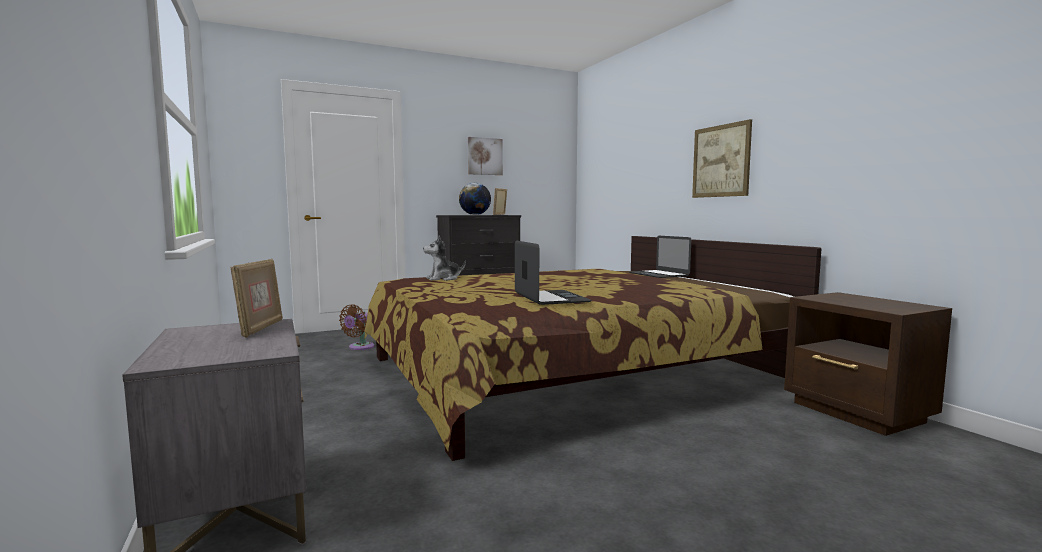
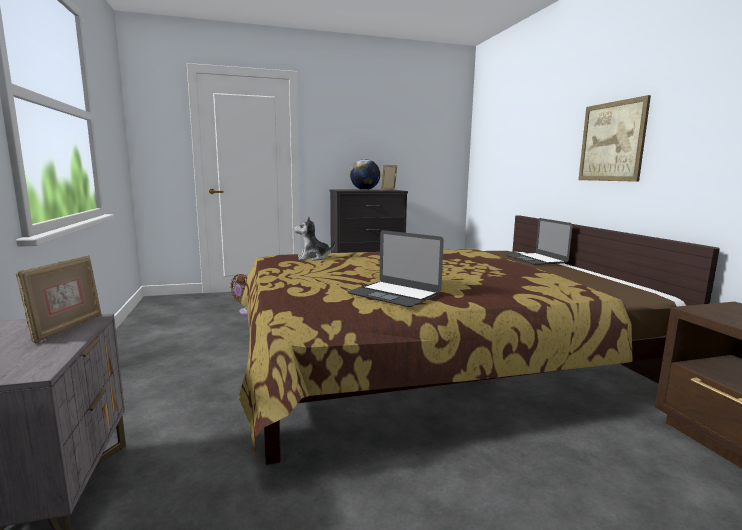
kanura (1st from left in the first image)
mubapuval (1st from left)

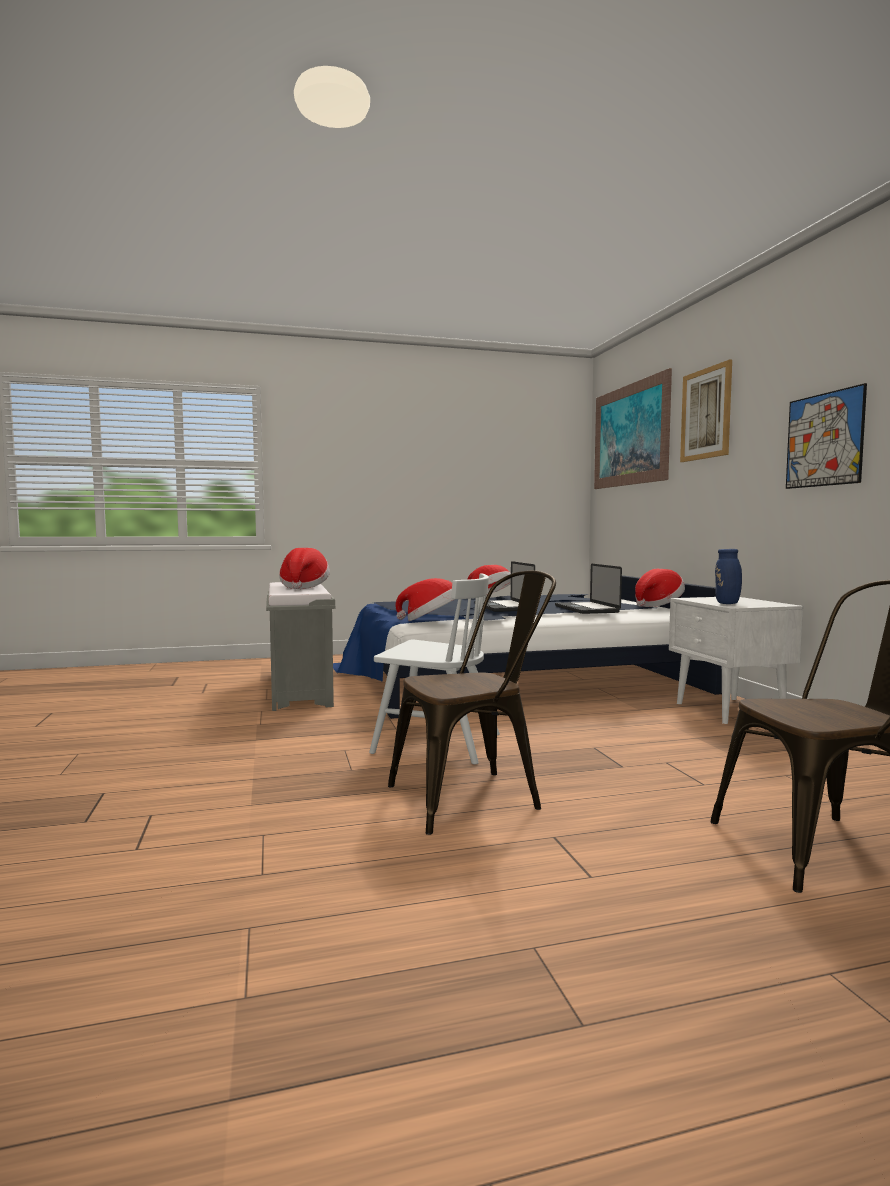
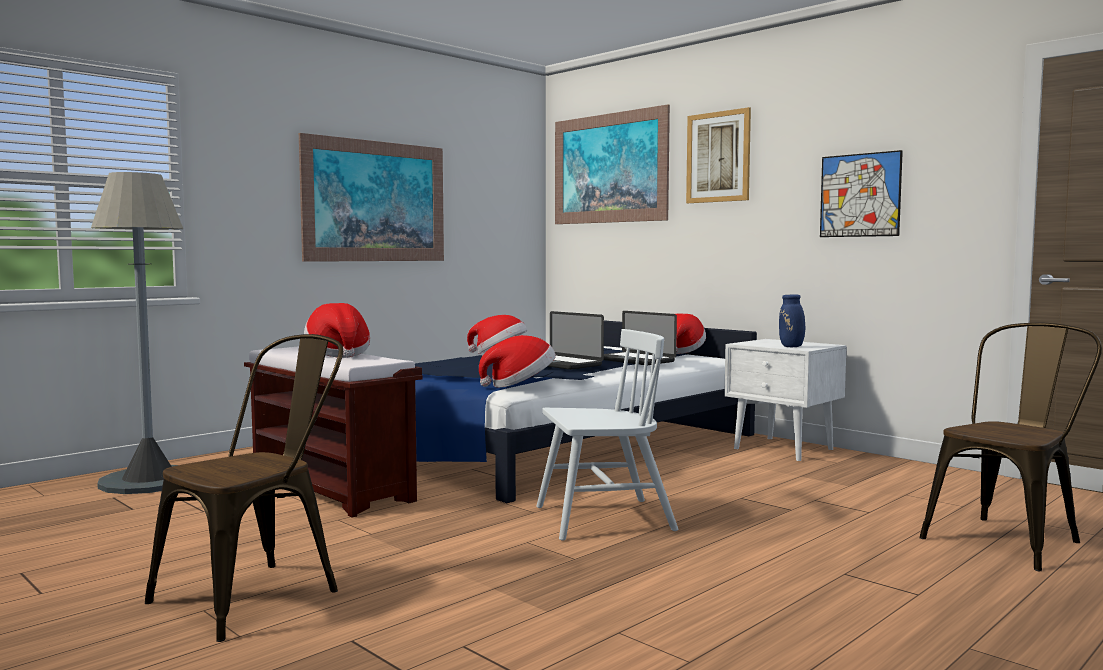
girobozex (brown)
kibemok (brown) (1st from left)
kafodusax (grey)
kanura (1st from left)

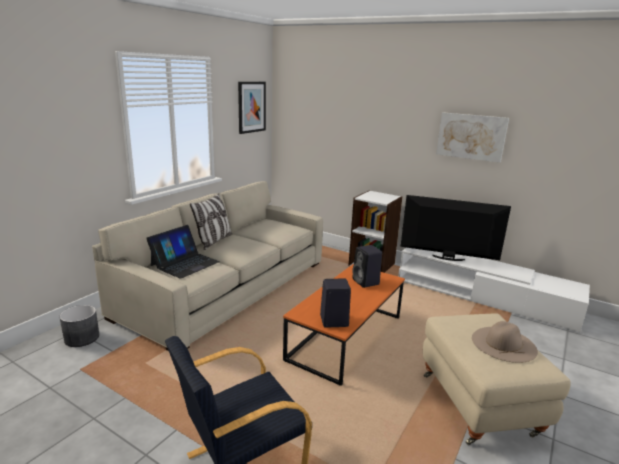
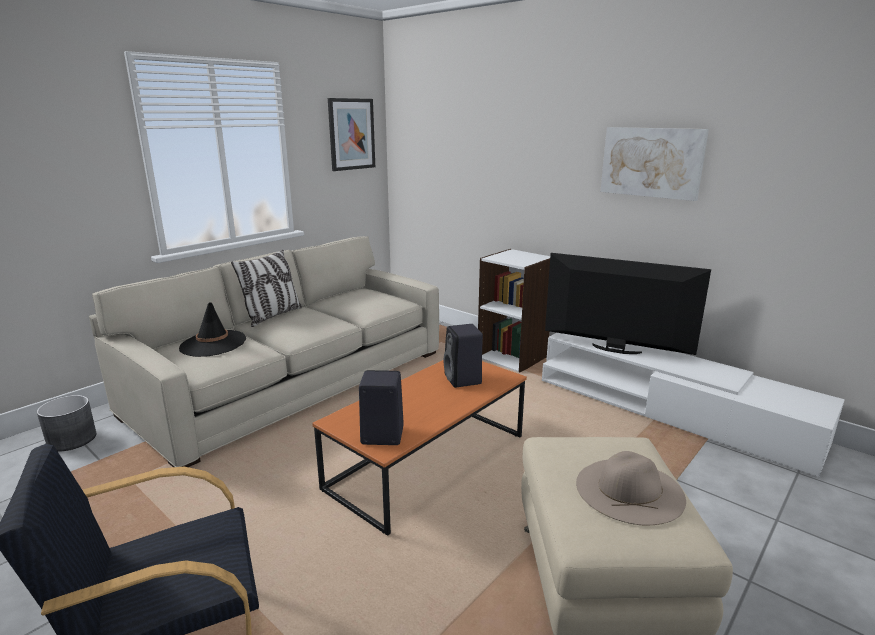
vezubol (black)

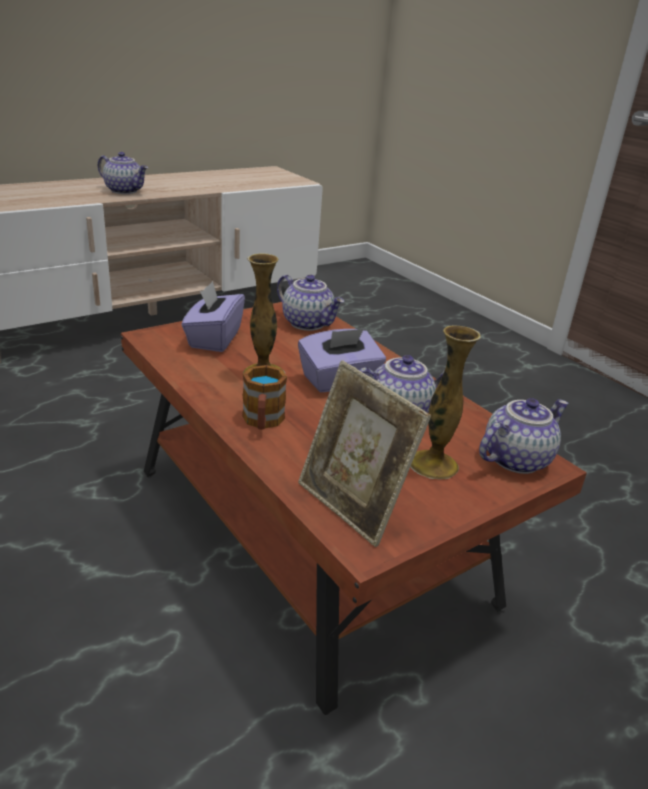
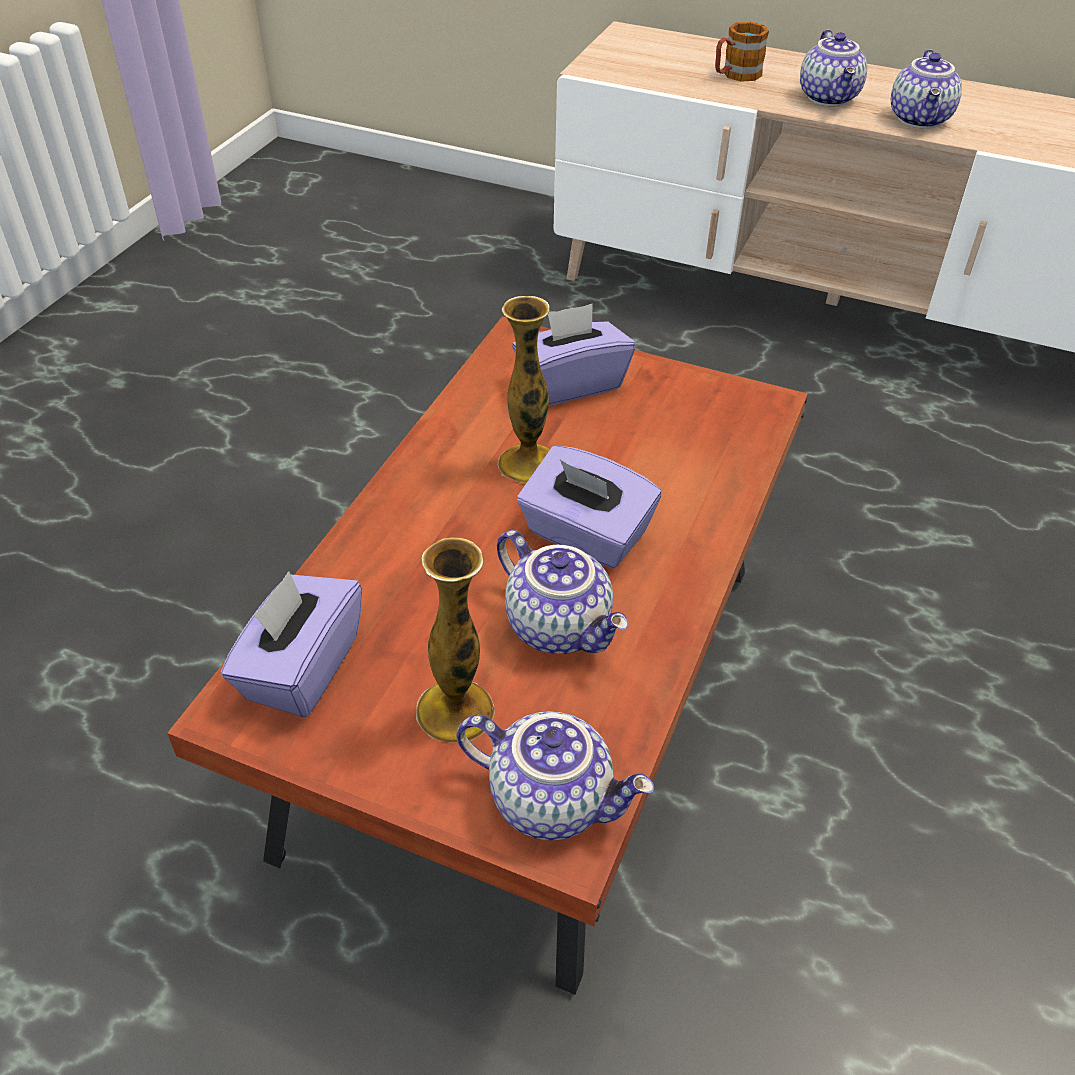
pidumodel
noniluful (4th from left)
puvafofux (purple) (1st from left)

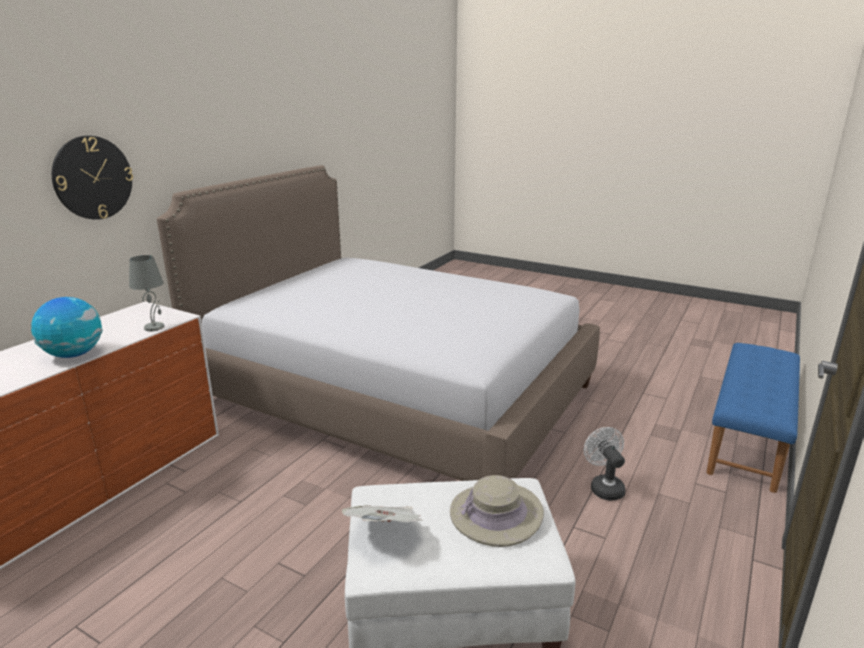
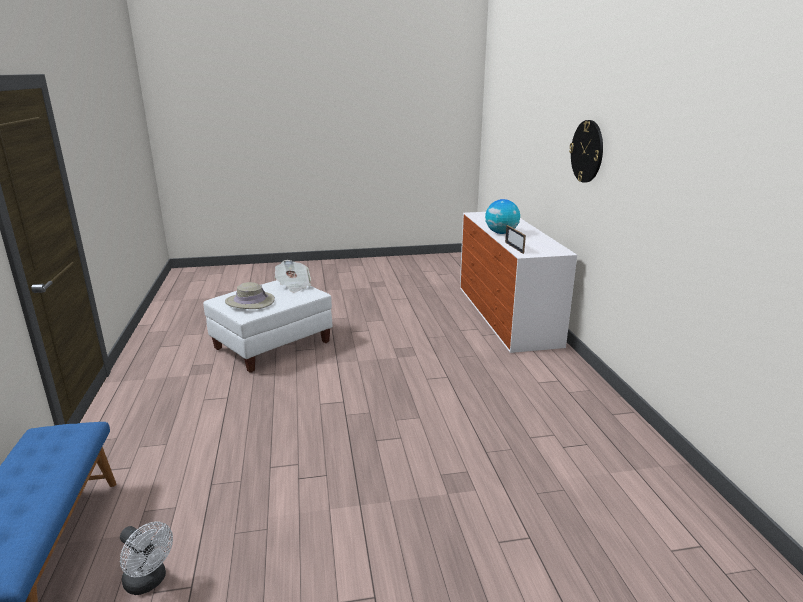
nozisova
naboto
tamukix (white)

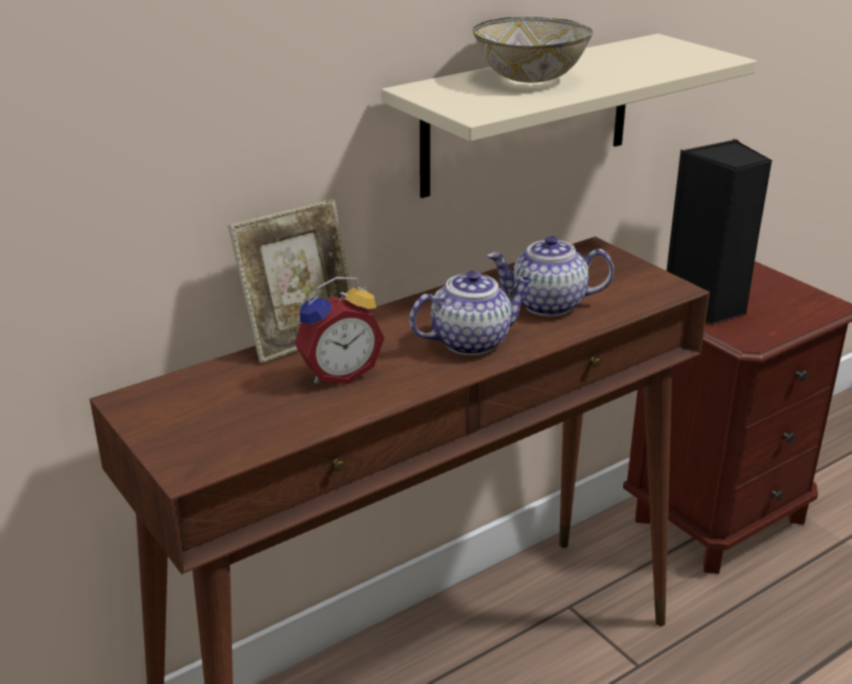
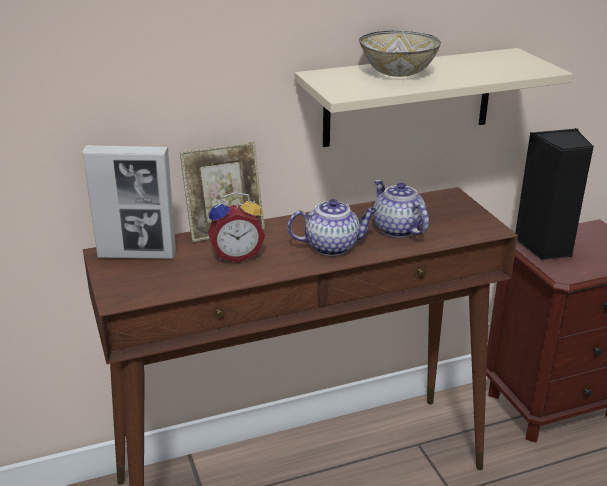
noniluful (2nd from left)
nozisova (1st from left)

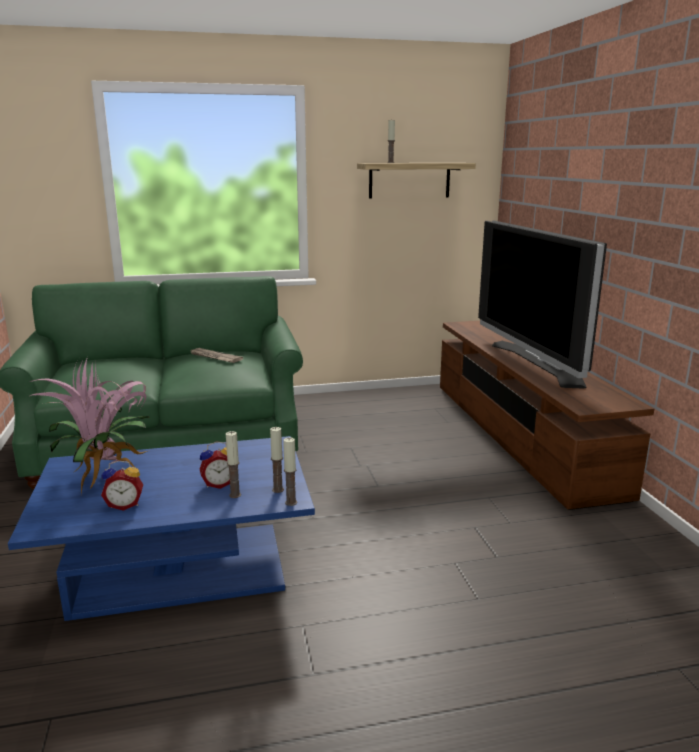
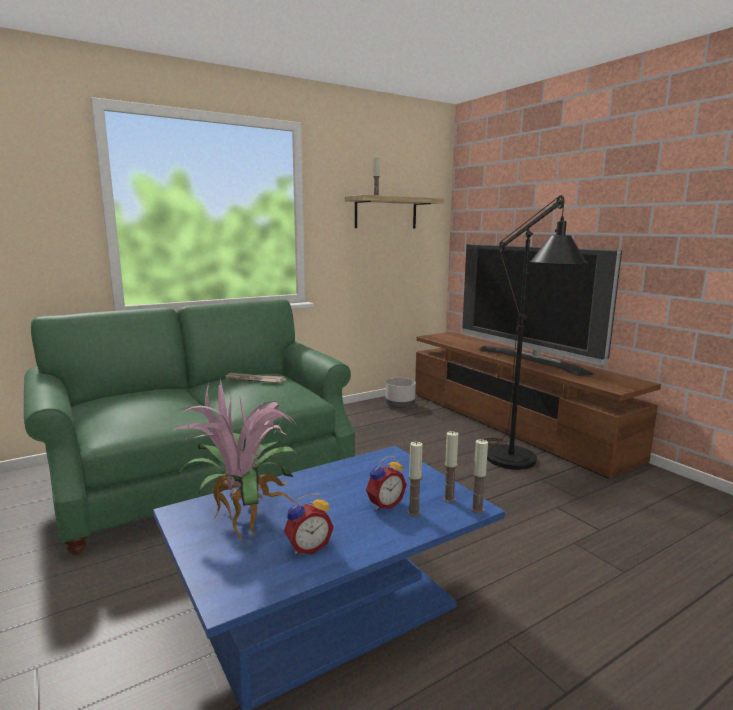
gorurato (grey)
kafodusax (black)

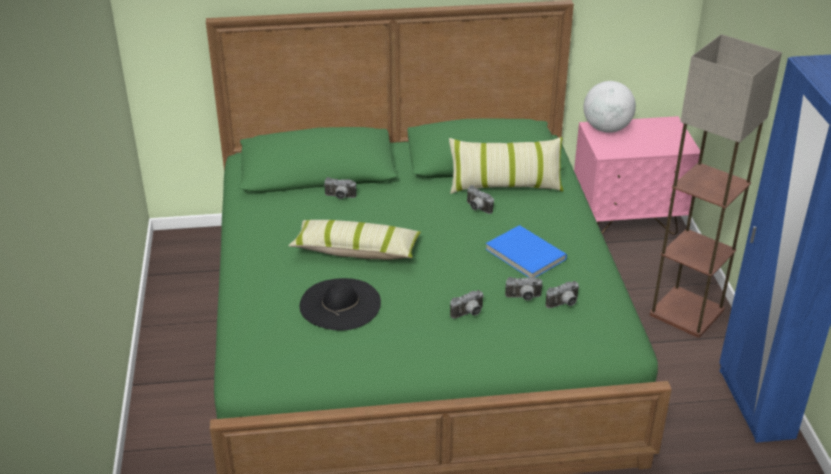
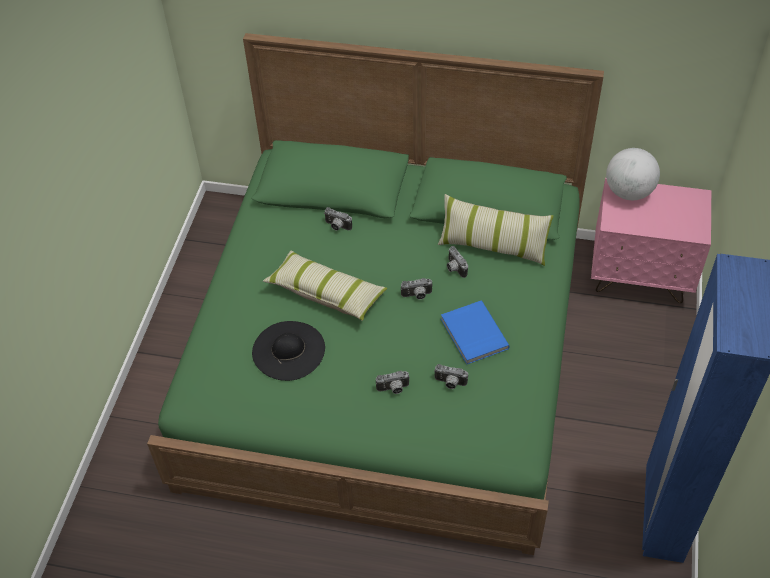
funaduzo (3rd from left)
kafodusax

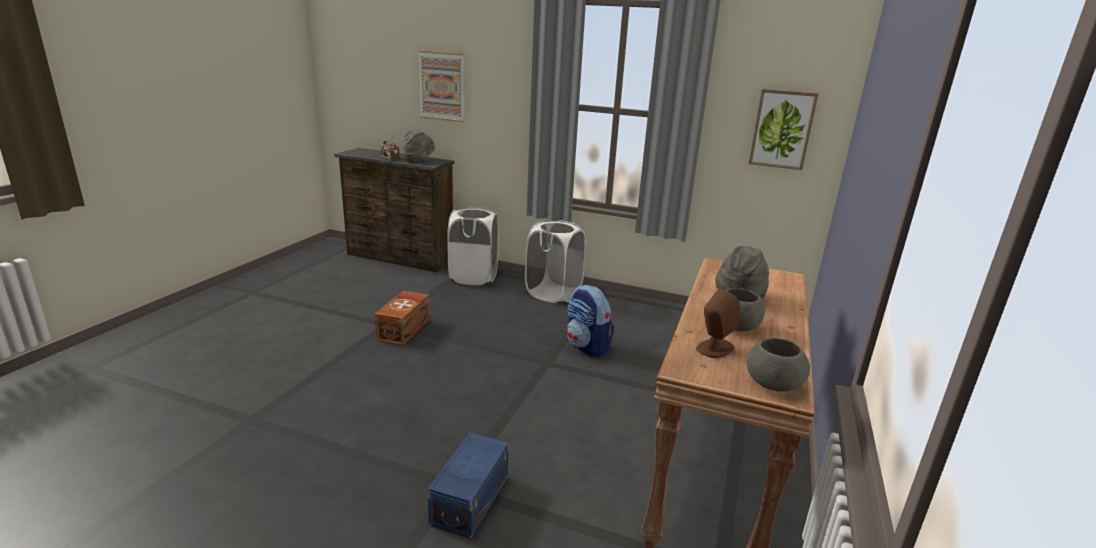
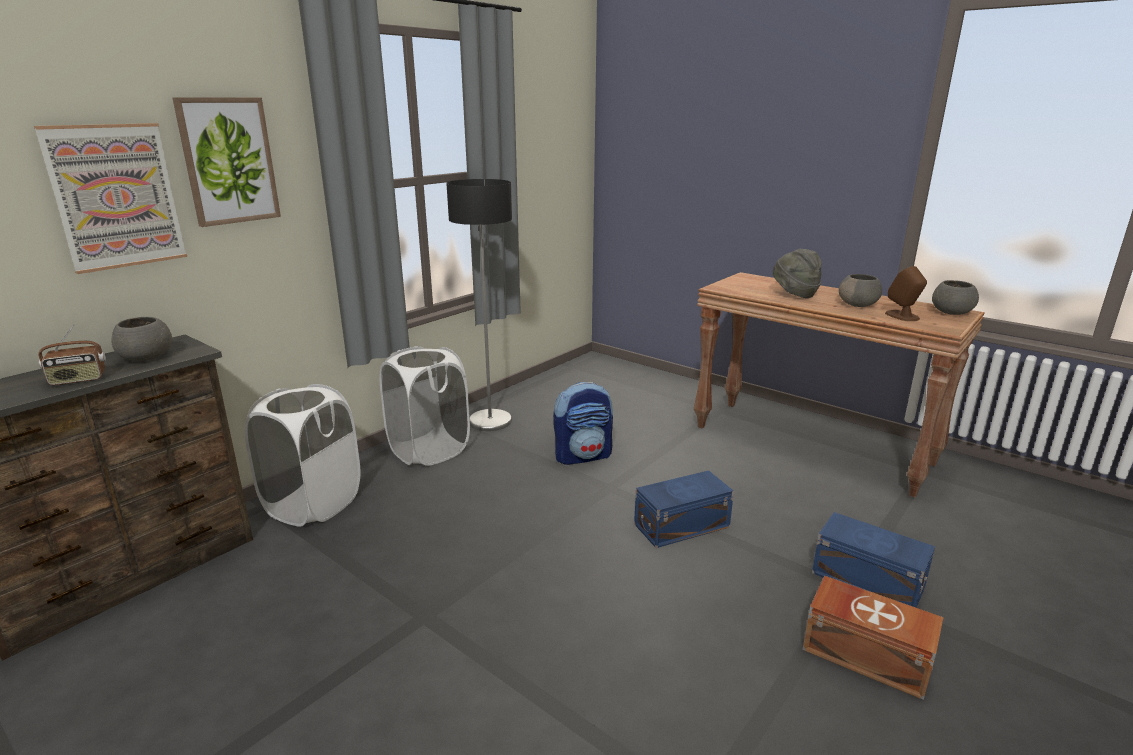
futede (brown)
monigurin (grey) (1st from left)
kanura (2nd from left)
kafodusax
futede (blue) (1st from left)

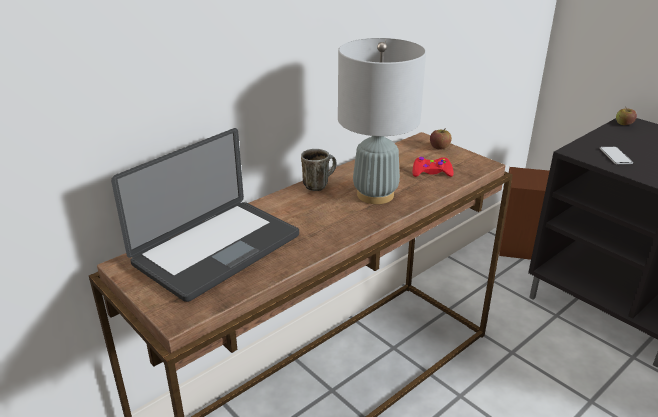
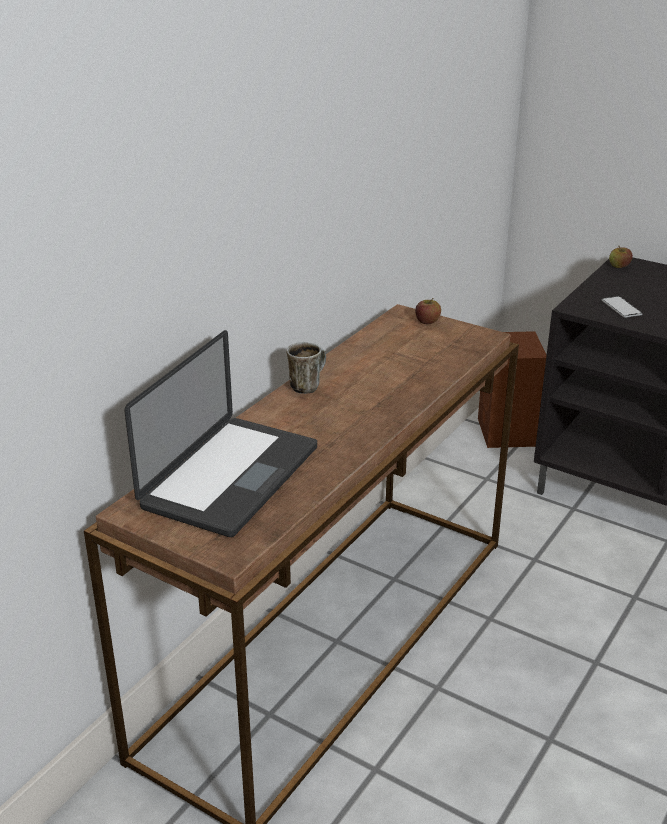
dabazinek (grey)
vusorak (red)

